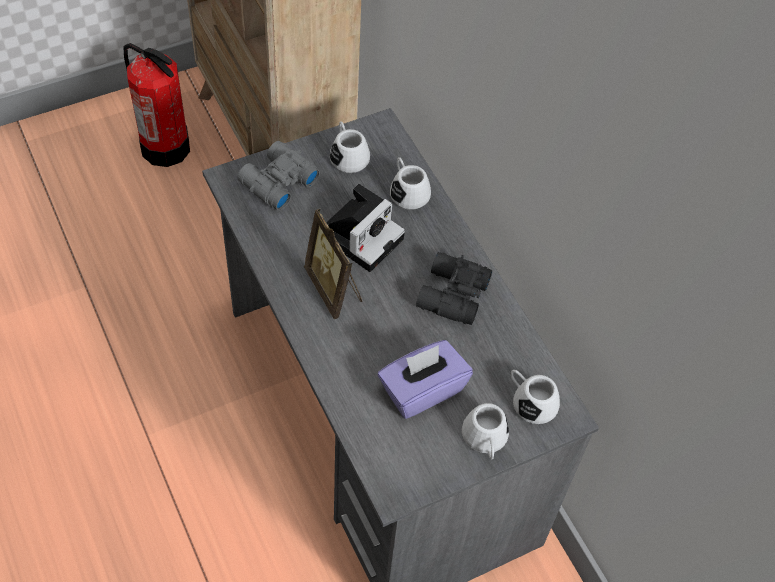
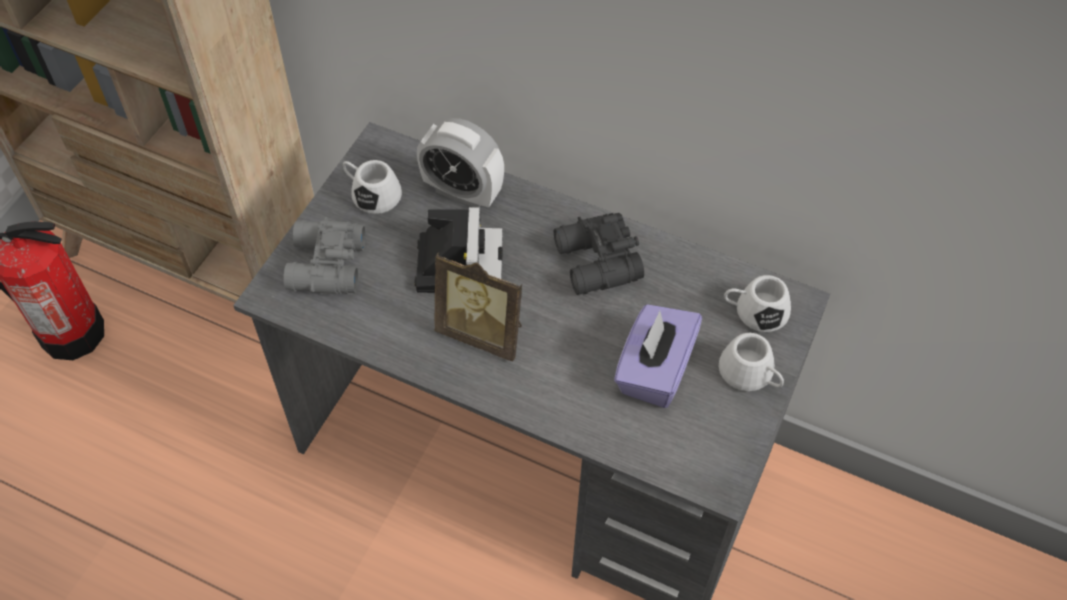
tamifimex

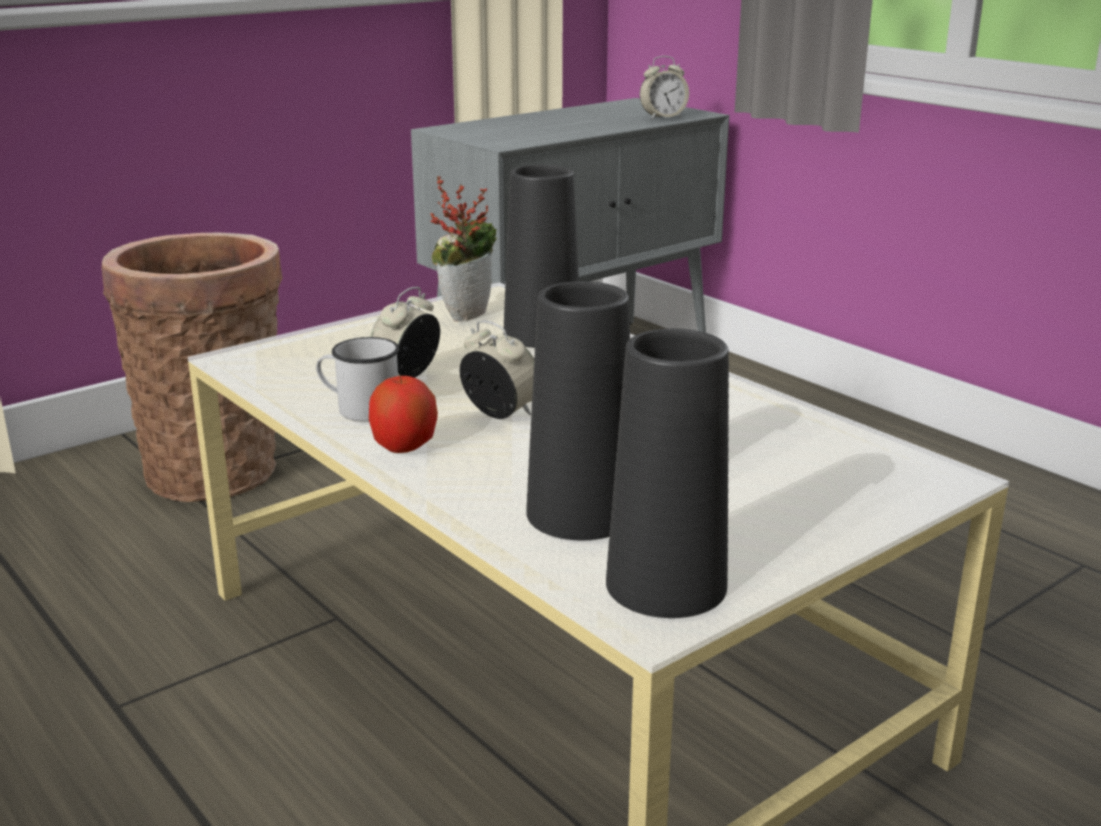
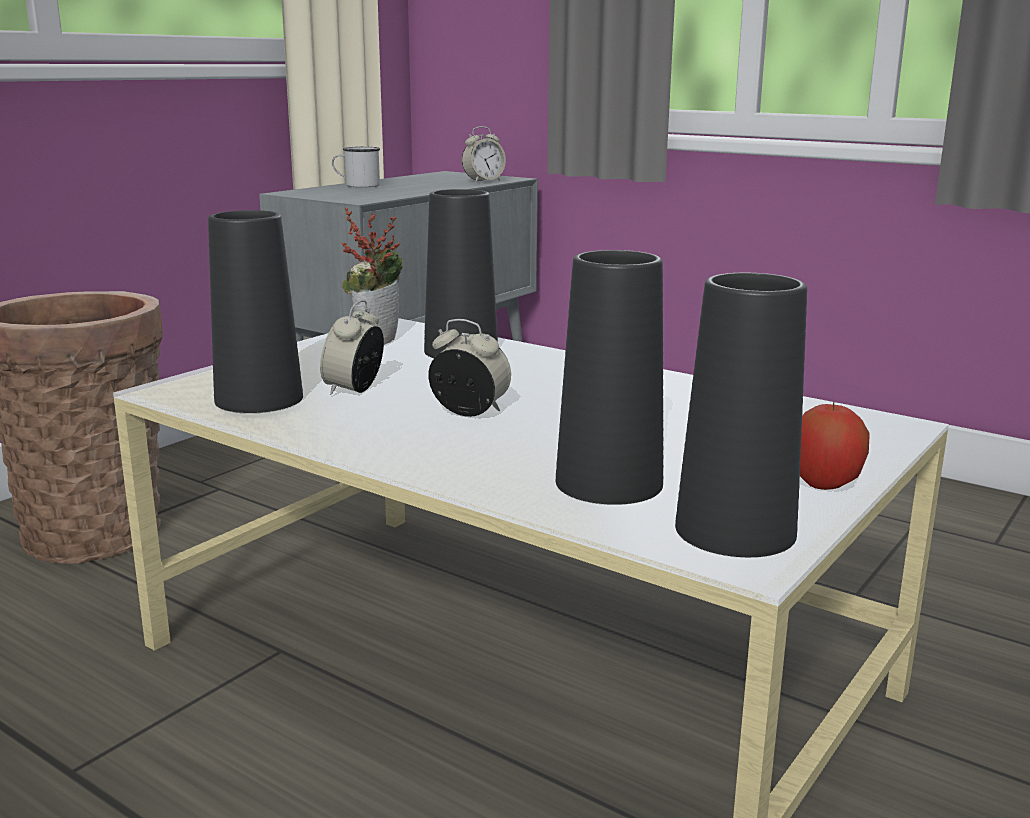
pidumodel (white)
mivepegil
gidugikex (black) (1st from left)

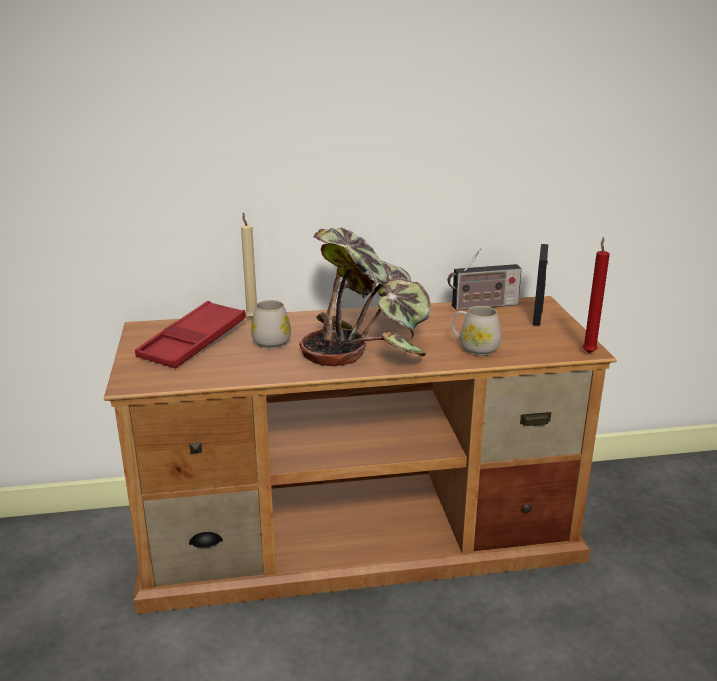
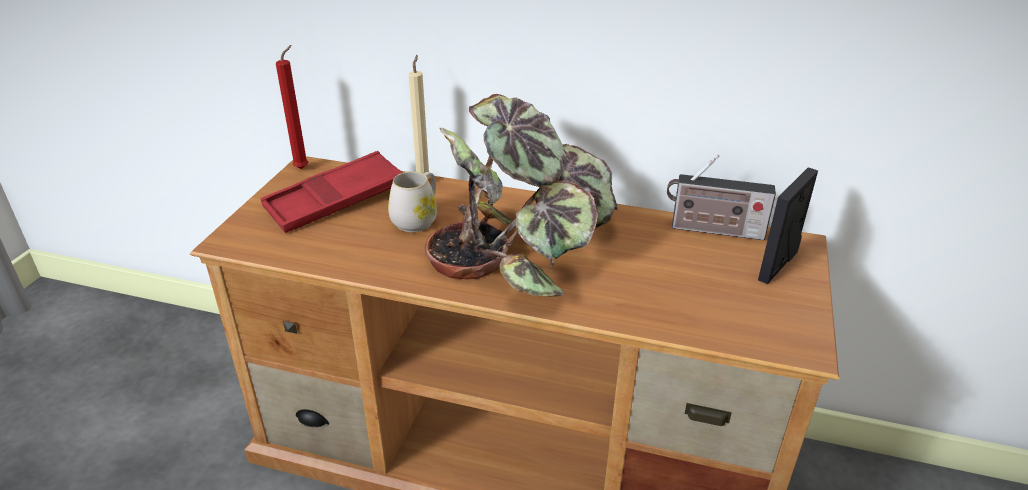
pidumodel (white) (2nd from left in the first image)
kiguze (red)

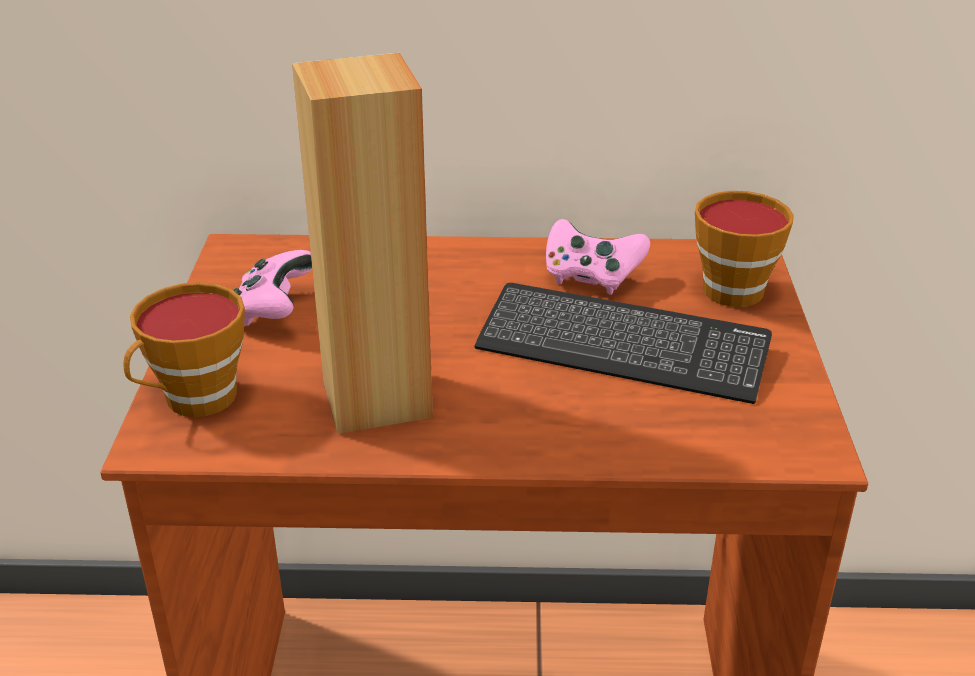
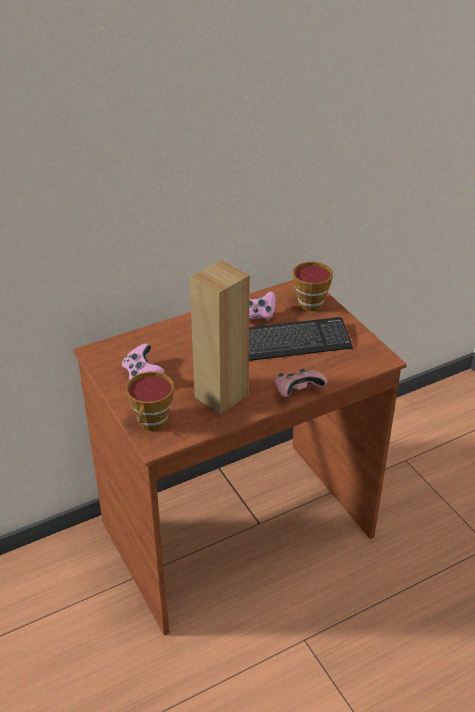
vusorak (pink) (3rd from left)

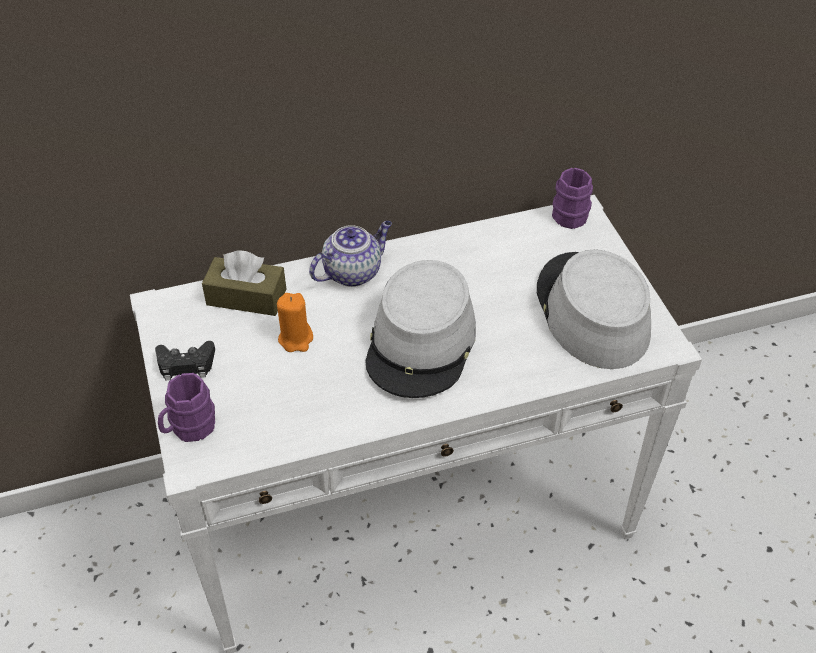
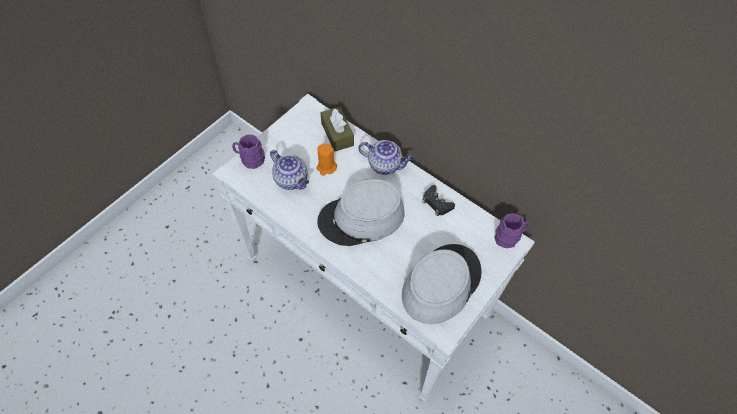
vusorak (black)
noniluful (1st from left)

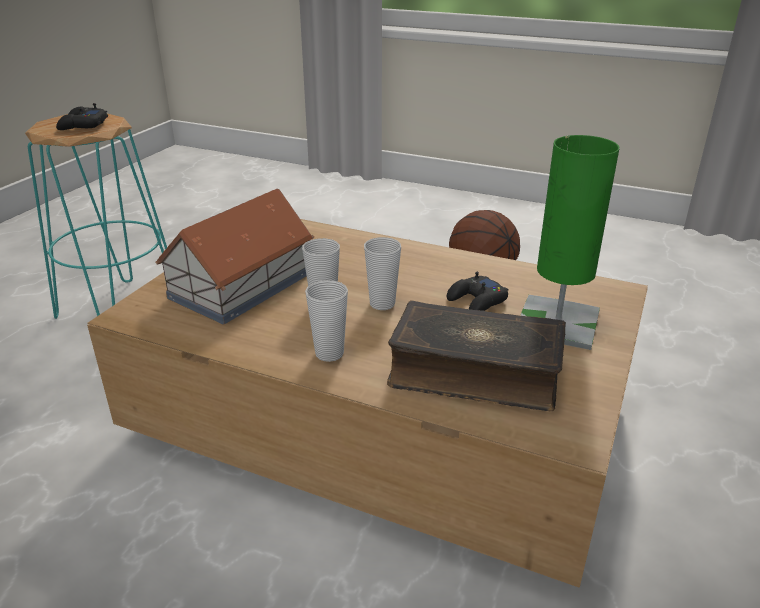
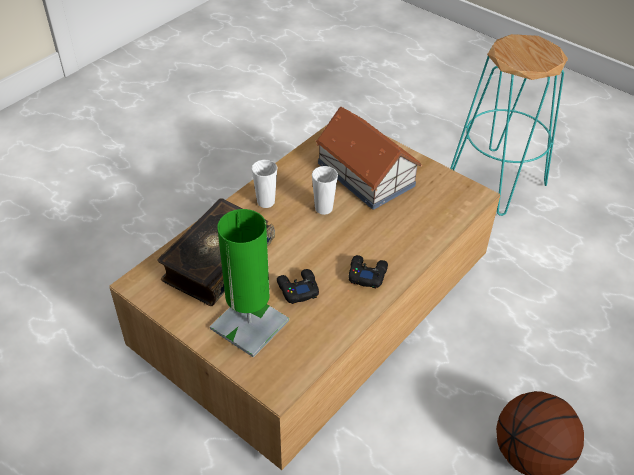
vusorak (black) (2nd from left)
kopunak (3rd from left in the first image)

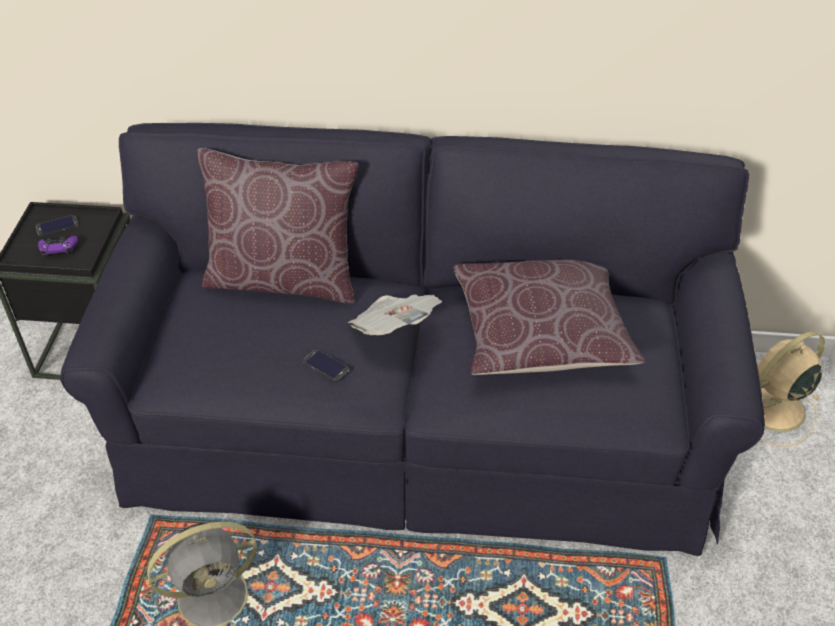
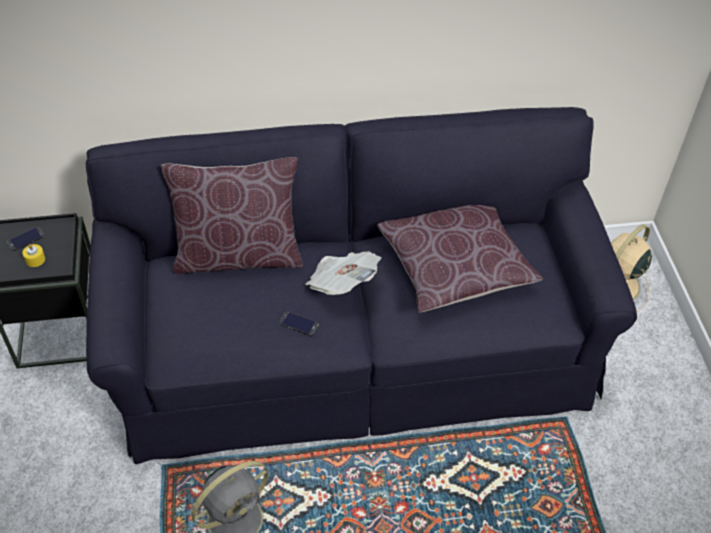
kiguze (yellow)

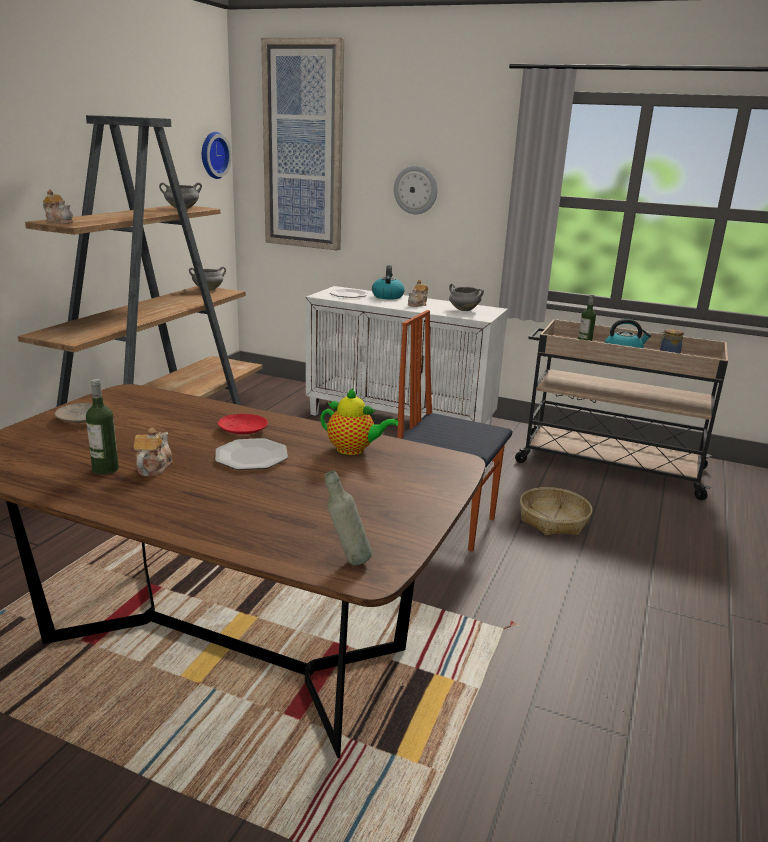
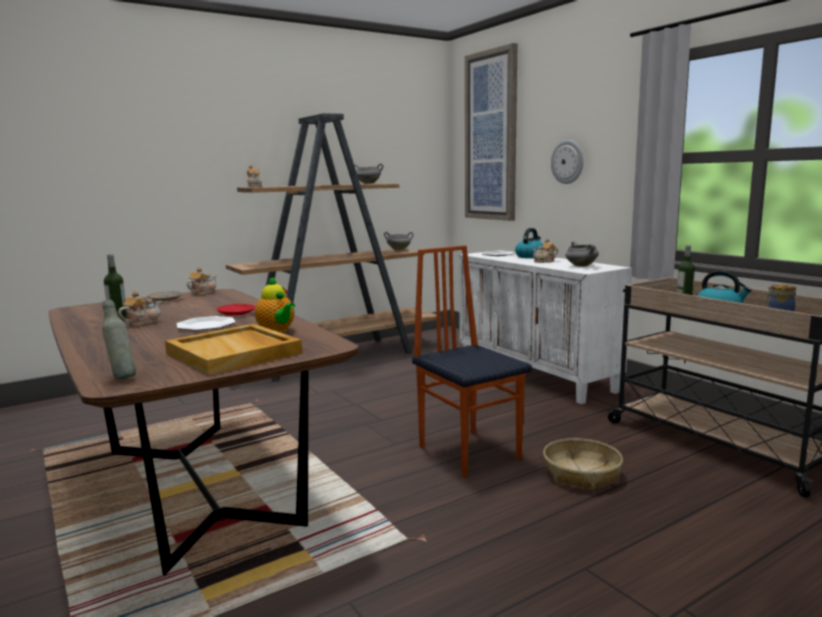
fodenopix (1st from left in the first image)
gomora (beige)
noniluful (2nd from left)

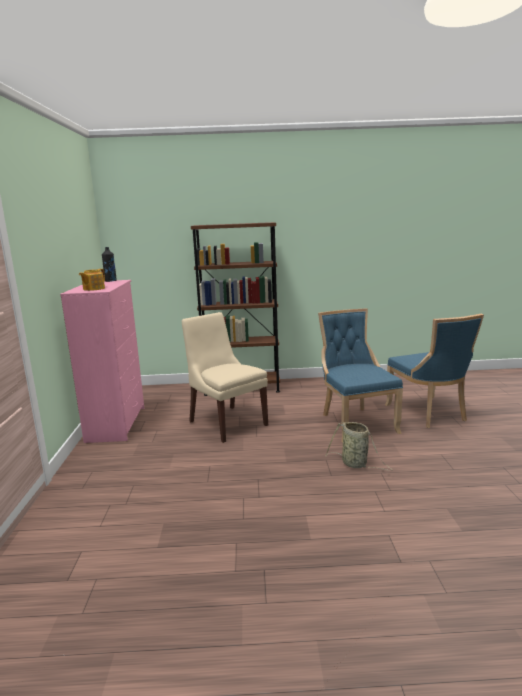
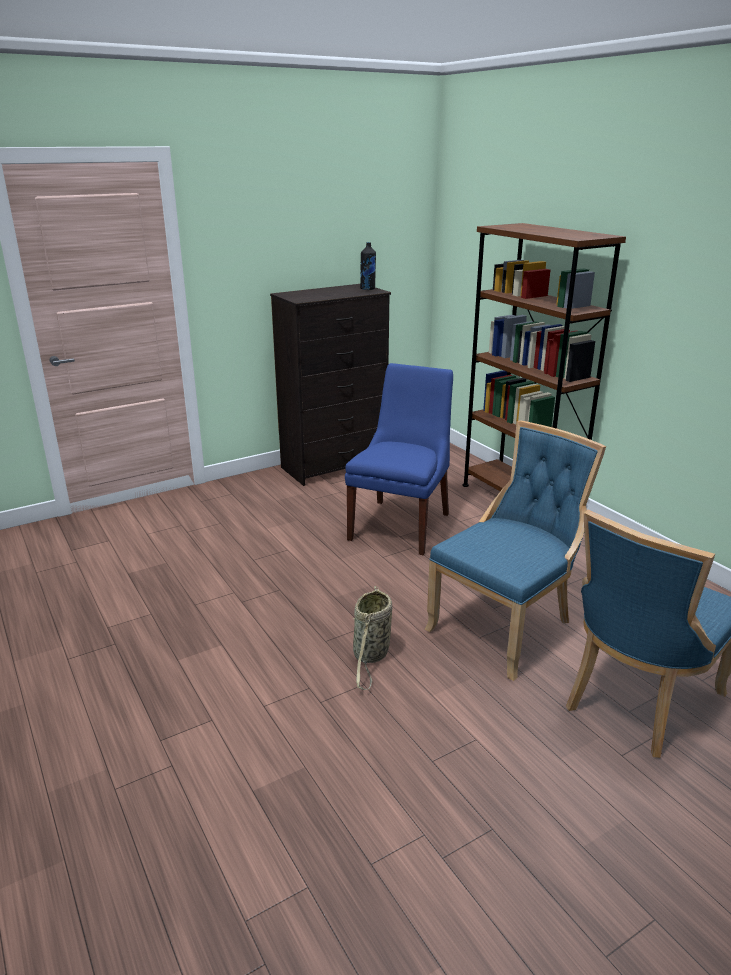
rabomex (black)
noniluful
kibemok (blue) (1st from left)

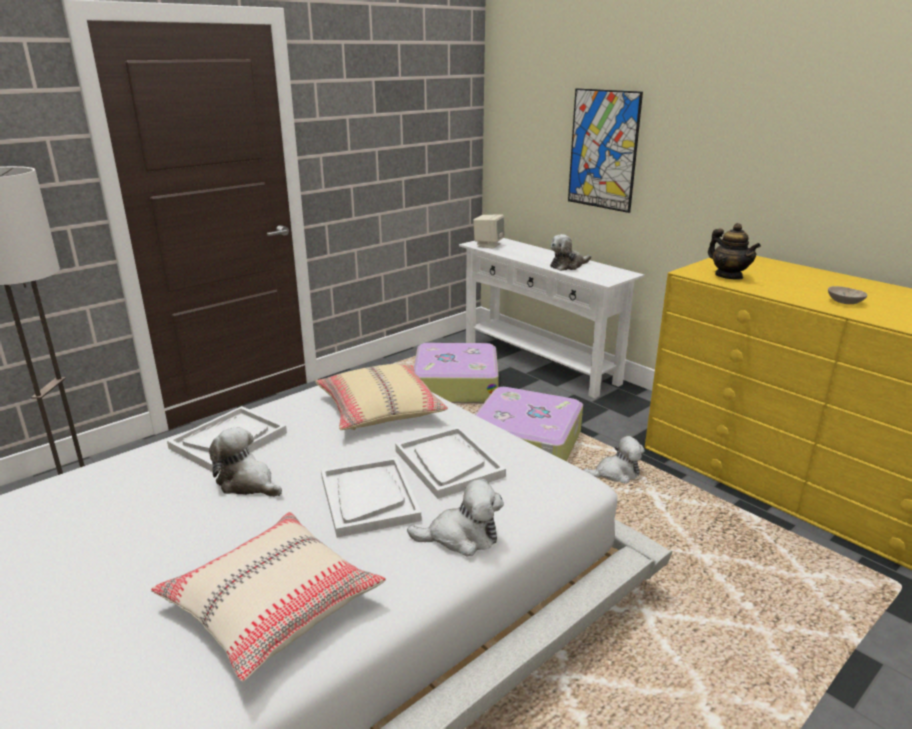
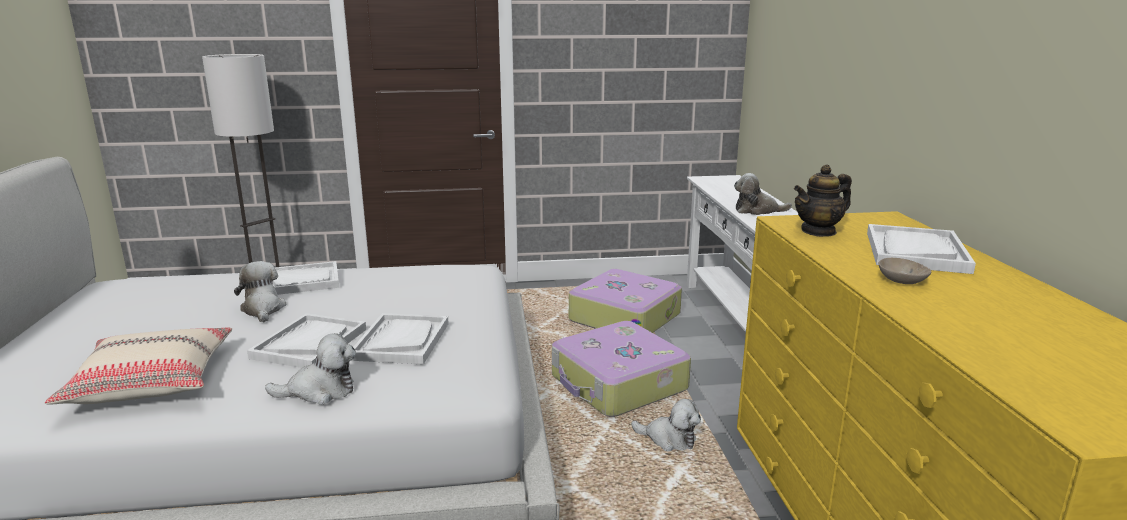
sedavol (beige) (2nd from left in the first image)
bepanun (2nd from left)
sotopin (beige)
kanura
noniluful
gomora (white) (4th from left)

